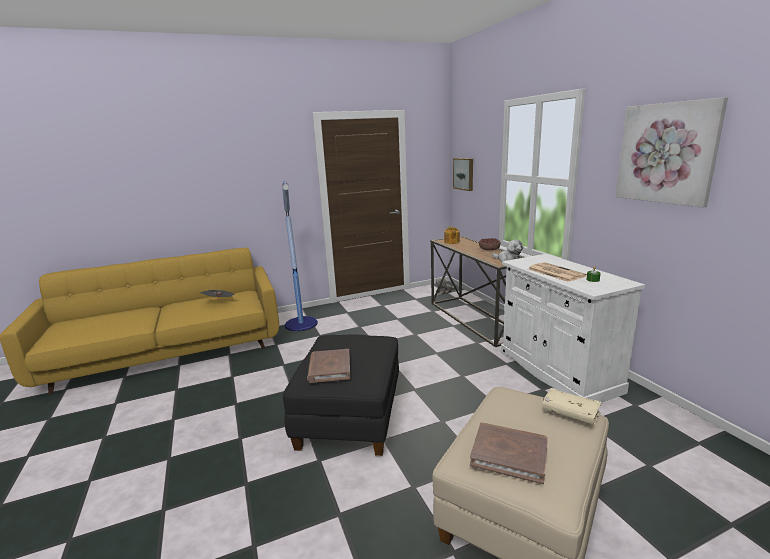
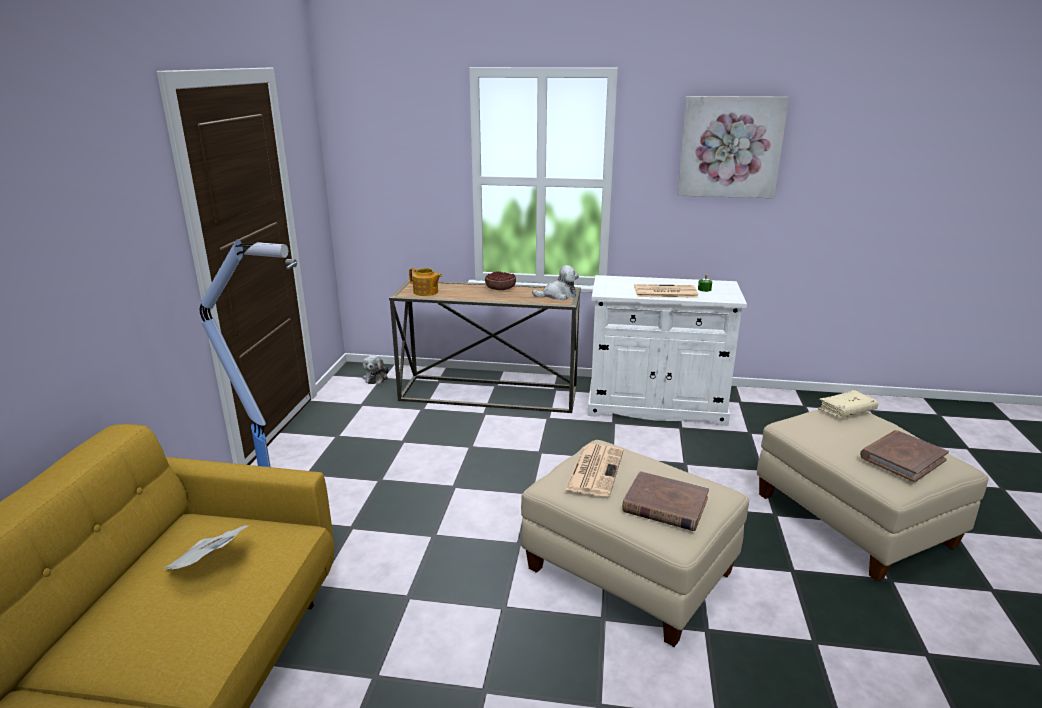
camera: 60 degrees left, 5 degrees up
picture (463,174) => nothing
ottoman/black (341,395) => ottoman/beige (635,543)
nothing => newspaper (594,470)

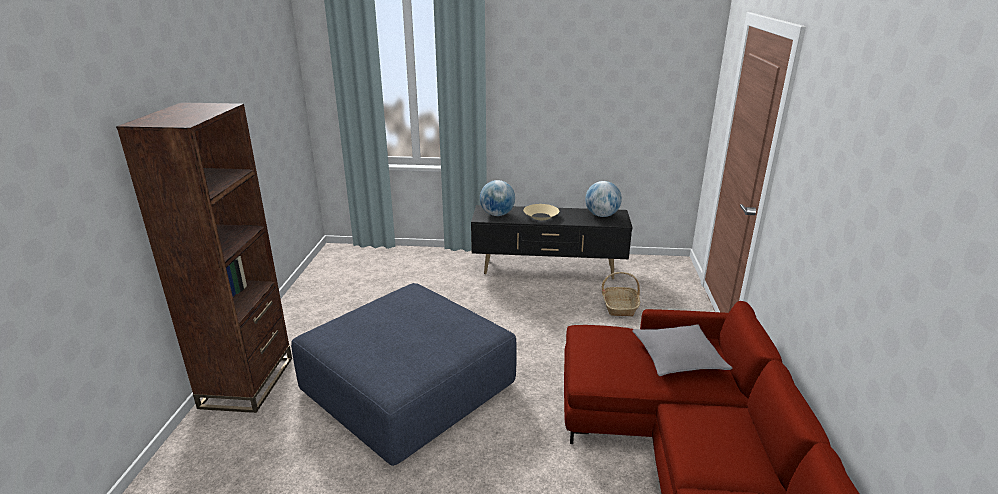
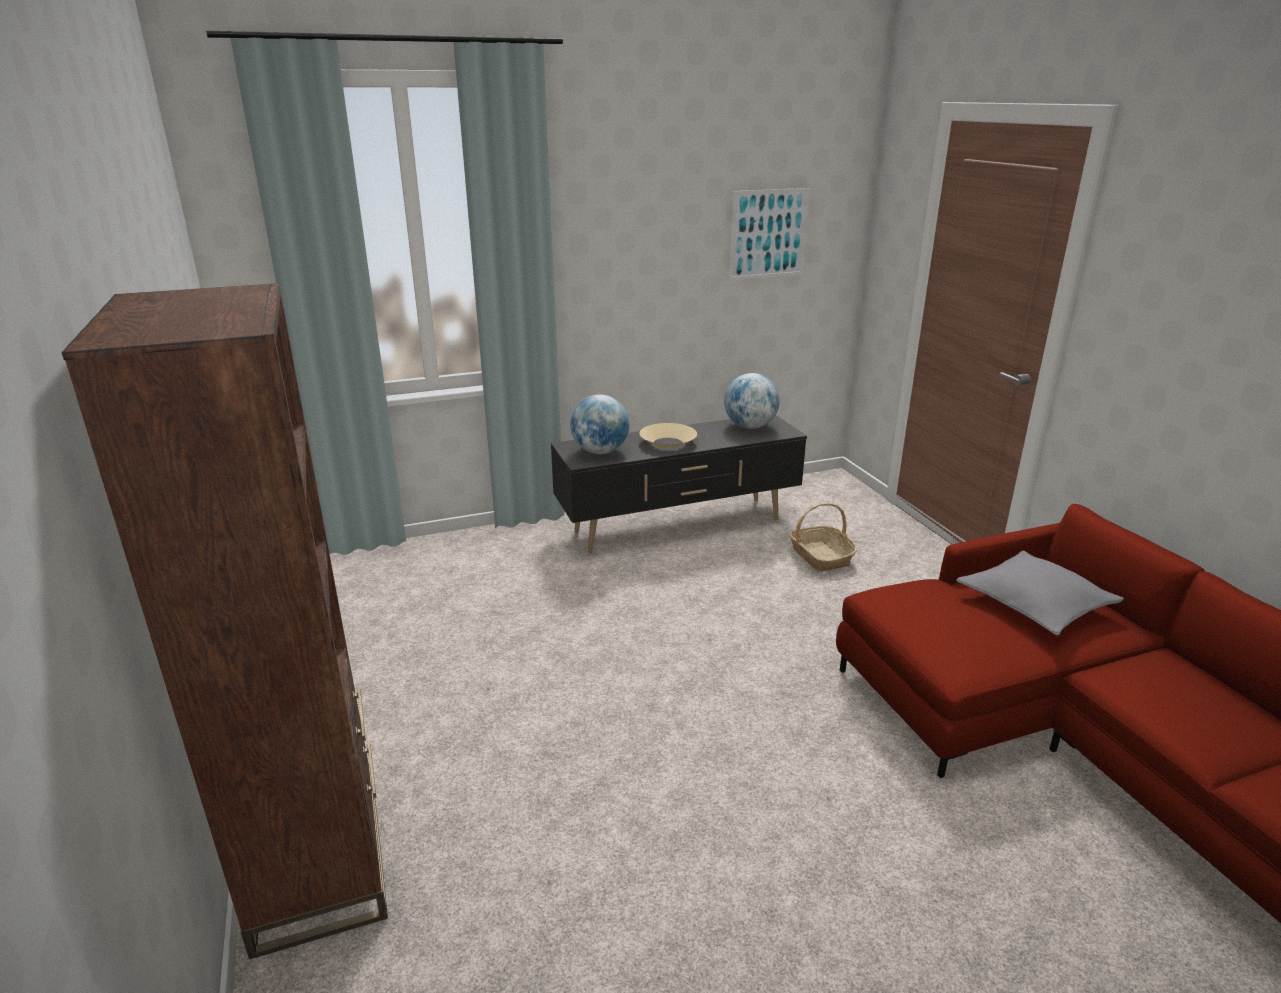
camera: 25 degrees left, 0 degrees up
ottoman/blue (404,374) => nothing
nothing => picture (769,234)

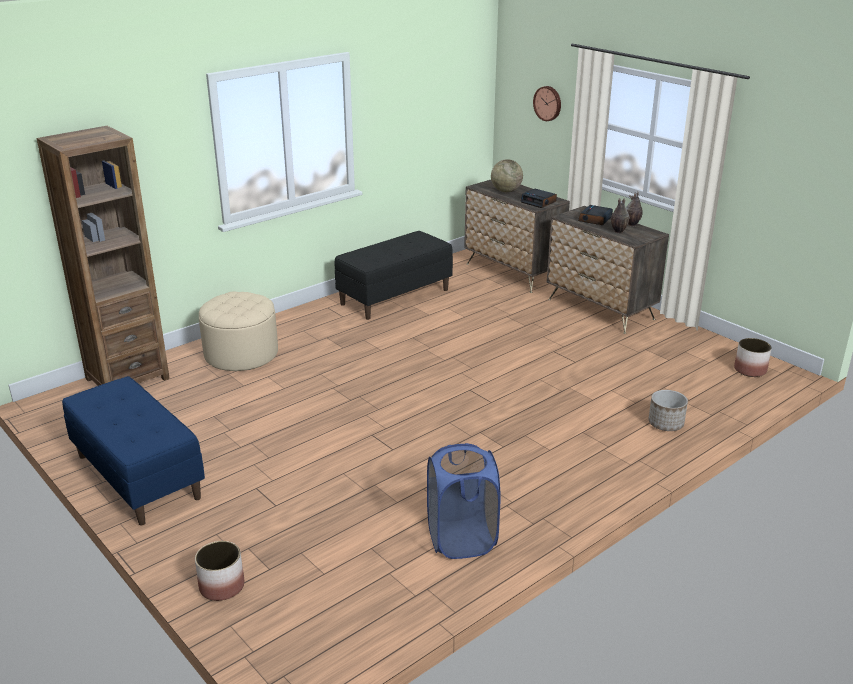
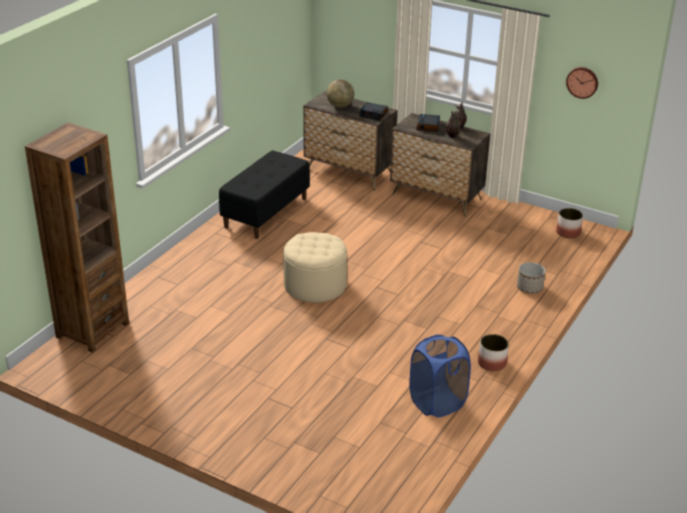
camera: 20 degrees left, 5 degrees up
wall clock (547,103) => wall clock (582,83), moved
ottoman/beige (238,331) => ottoman/beige (315,267), moved
bench/blue (133,450) => nothing
planter (219,571) => planter (493,352), moved

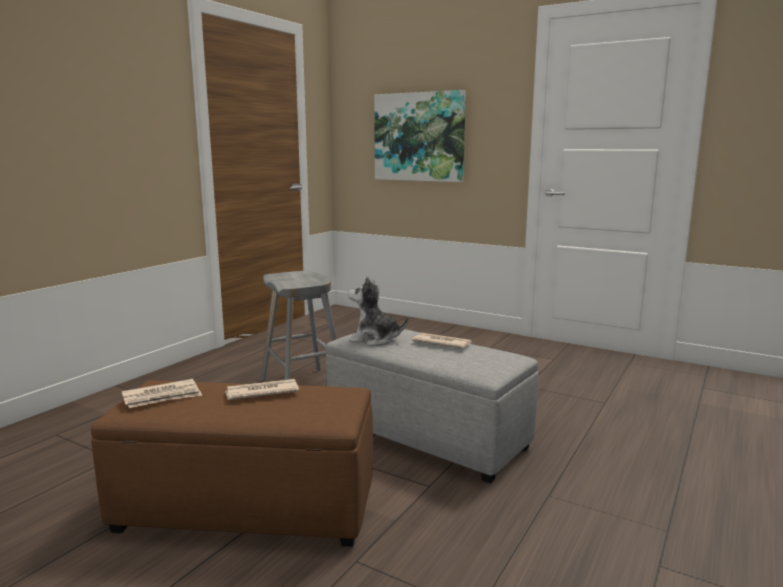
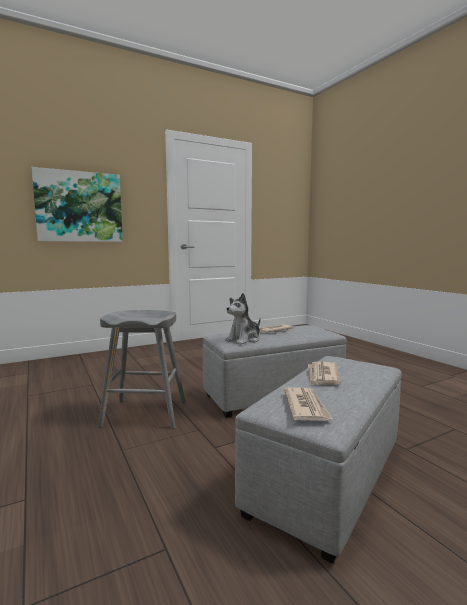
camera: 60 degrees left, 5 degrees down
ottoman/brown (232,463) => ottoman/grey (318,460)

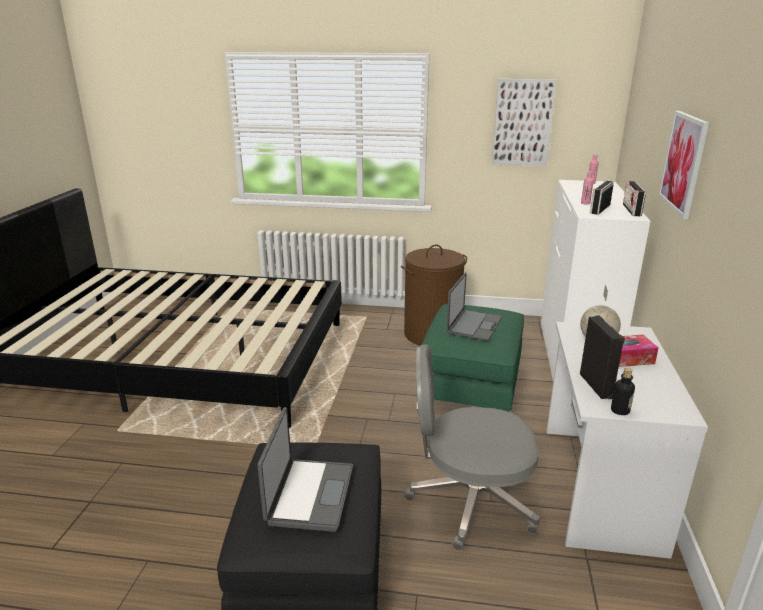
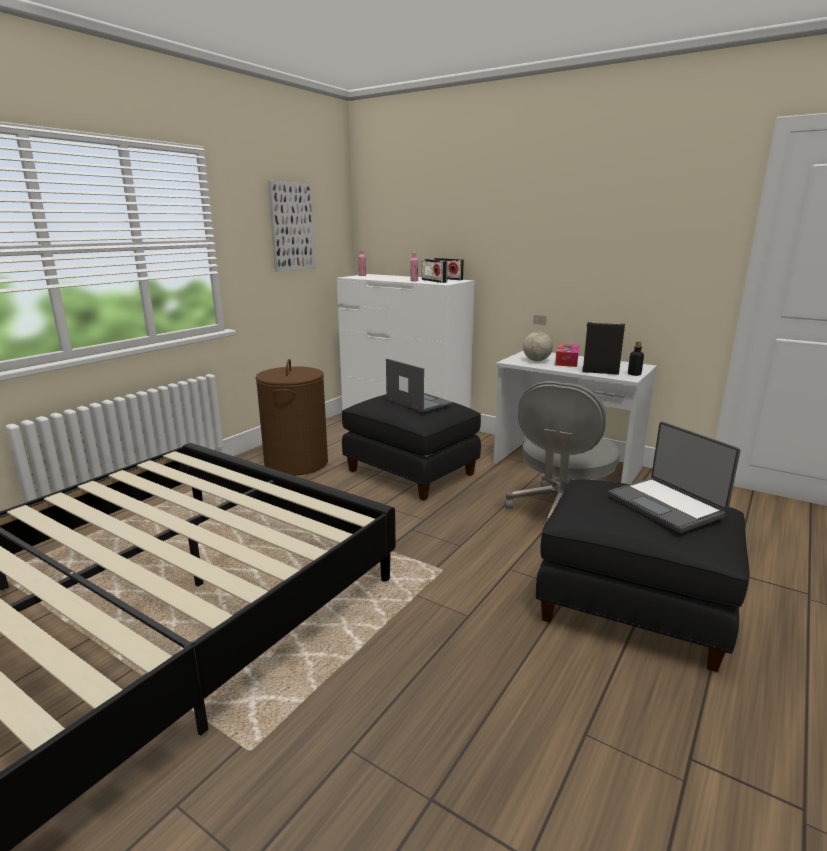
camera: 65 degrees left, 5 degrees down
picture (683,165) => nothing
ottoman/green (470,358) => ottoman/black (411,447)
laptop (305,469) => laptop (674,477), 150 degrees counterclockwise

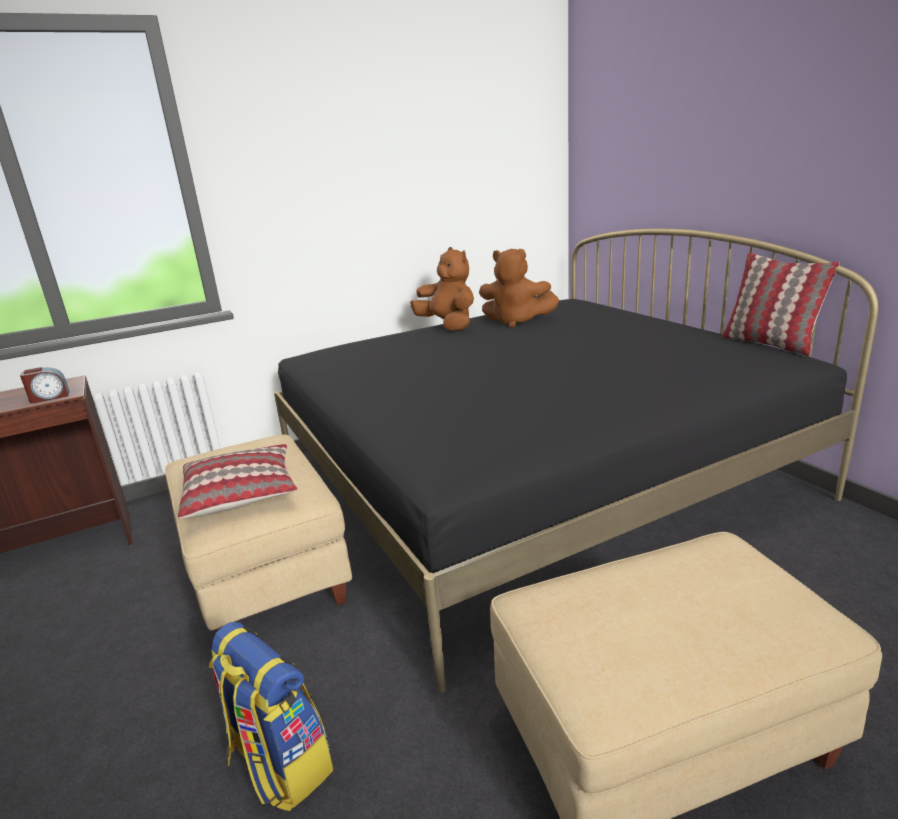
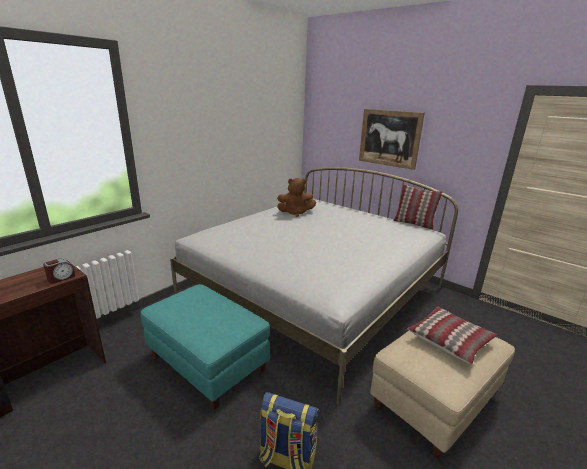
camera: 25 degrees left, 0 degrees up
bed/black (576,461) => bed/white (314,286)
plush toy/brown (442,289) => nothing
ottoman/beige (258,532) => ottoman/turquoise (205,347)
pillow (238,481) => pillow (452,335), moved
nothing => picture (392,139)

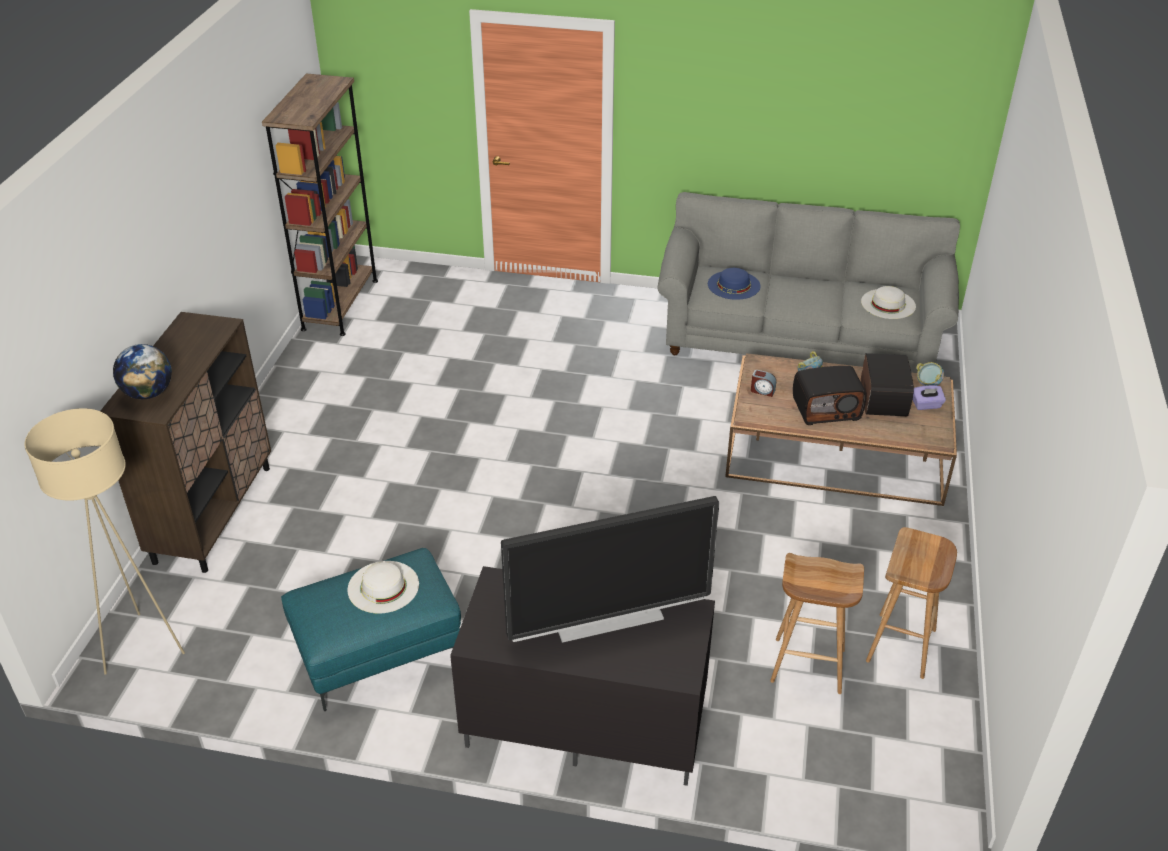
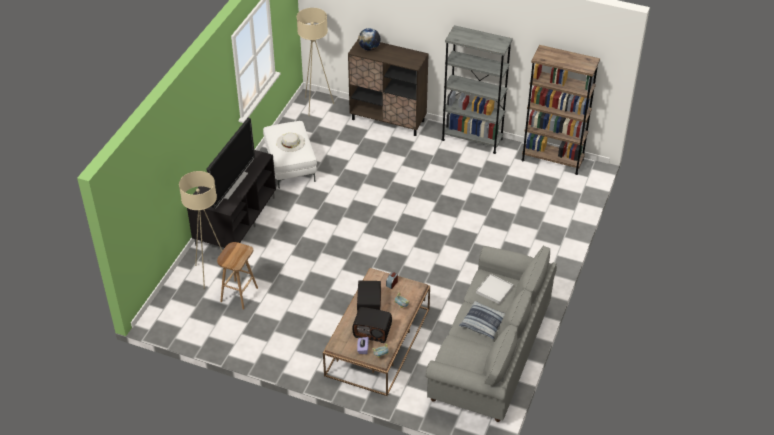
camera: 100 degrees right, 5 degrees up
hat/blue (734,284) => tray/white (494,289)
hat/white (888,302) => nothing
television (610,569) => television (230,163), 150 degrees counterclockwise
stool/brown (911,603) => nothing
ottoman/turquoise (371,629) => ottoman/white (290,155)
nothing => bookcase/grey (477,89)
nothing => floor lamp/beige (201,230)
nothing => pillow (482,320)

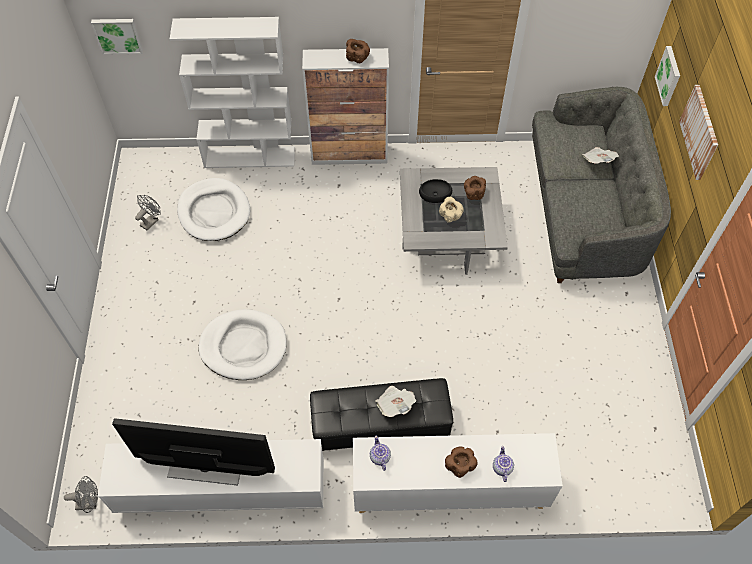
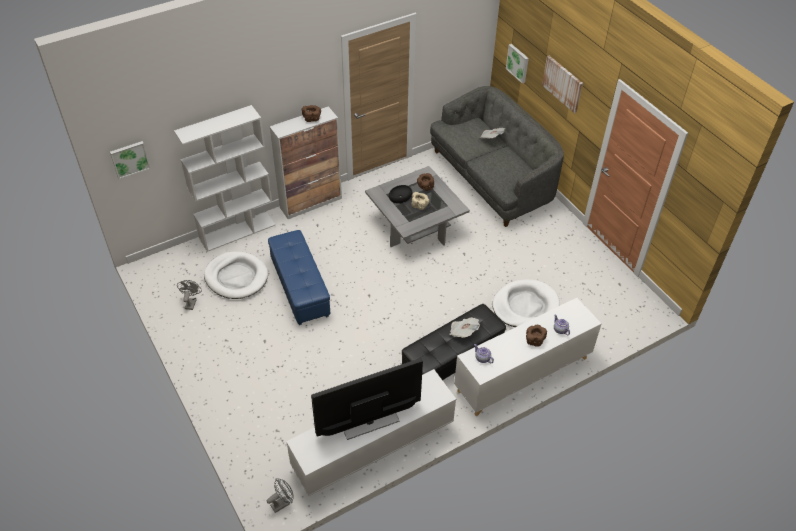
camera: 30 degrees left, 10 degrees down
dog bed/white (243,344) => dog bed/white (526,303), moved
nothing => ottoman/blue (299,277)

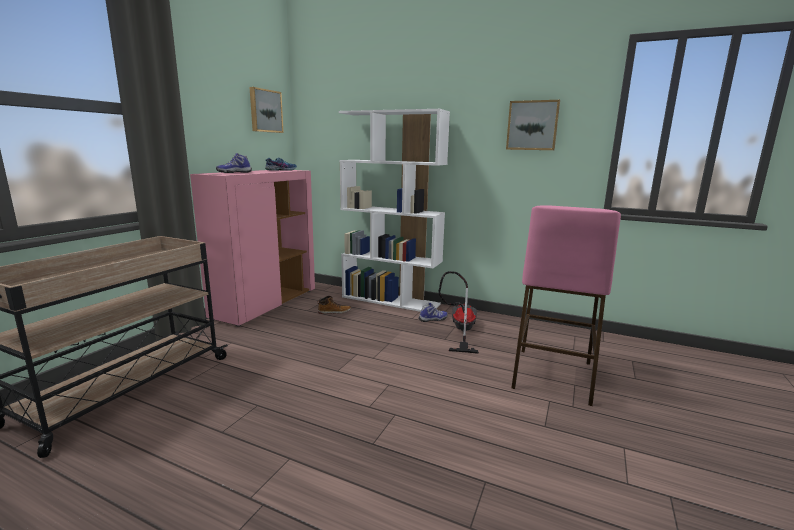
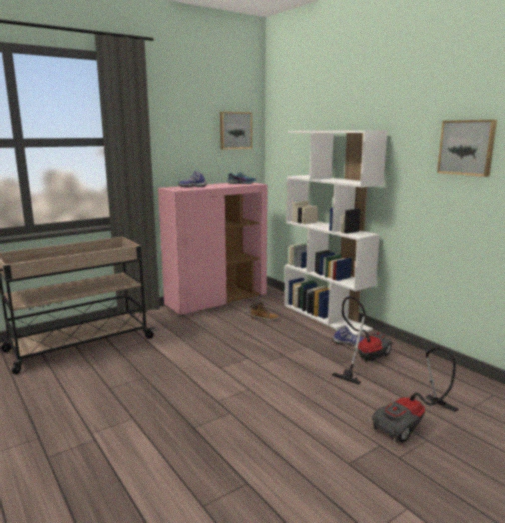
camera: 30 degrees right, 0 degrees up
stool/pink (566,305) => vacuum cleaner (415,394)

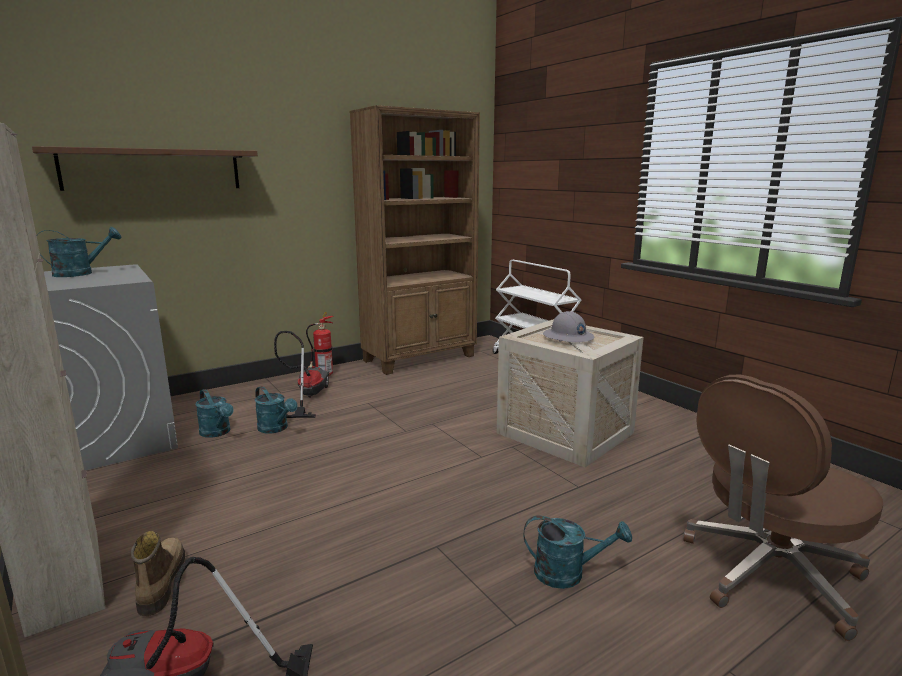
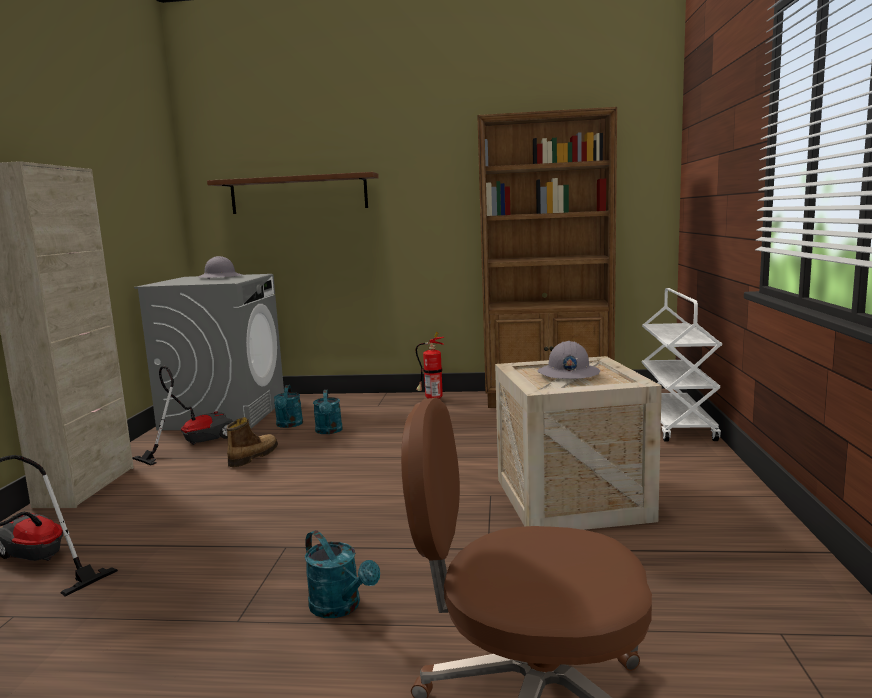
camera: 40 degrees right, 5 degrees down
watering can/turquoise (78,252) => hard hat/grey (220,267)
vacuum cleaner (301,374) => vacuum cleaner (182,415), moved
boot (158,573) => boot (252,442), moved

